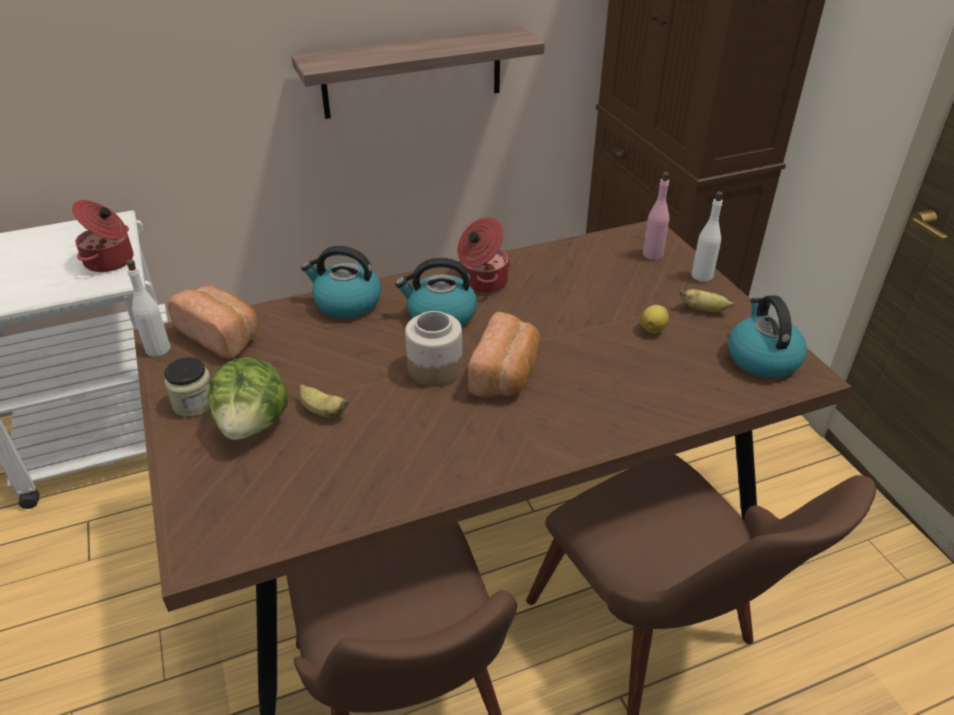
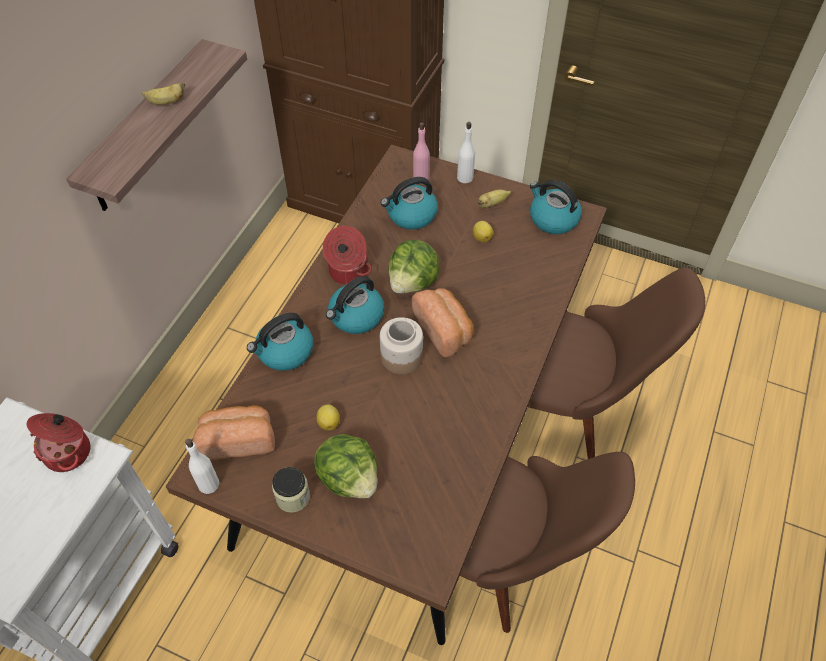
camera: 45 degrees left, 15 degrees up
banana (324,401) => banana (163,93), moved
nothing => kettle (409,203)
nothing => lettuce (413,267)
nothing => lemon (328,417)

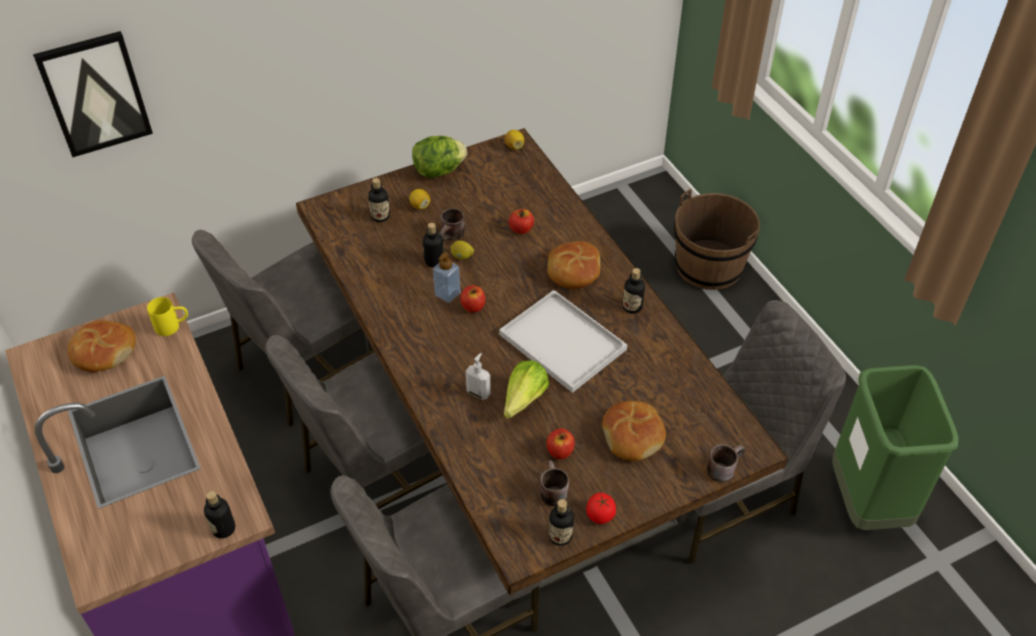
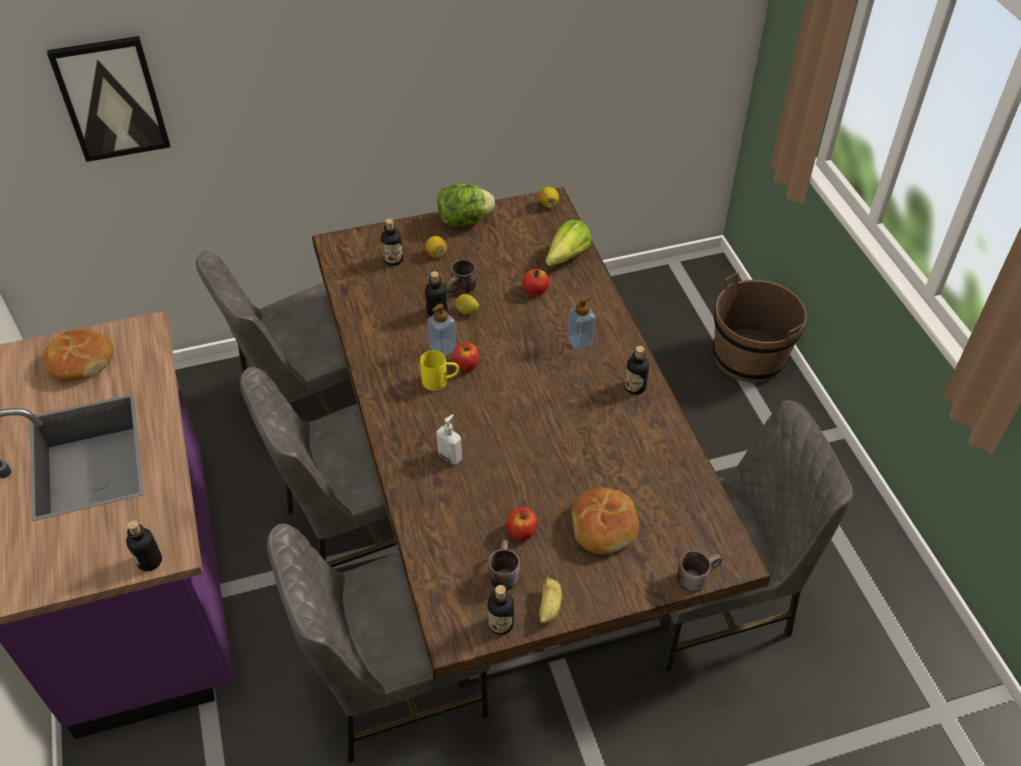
camera: 10 degrees right, 0 degrees up
bread (573,265) => soap dispenser (581,323)
tray/white (563,341) => nothing
mug/yellow (167,316) => mug/yellow (439,370), moved
lettuce (526,389) => lettuce (568,243), moved
trash can/green (895,447) => nothing
tomato (601,508) => banana (550,598)

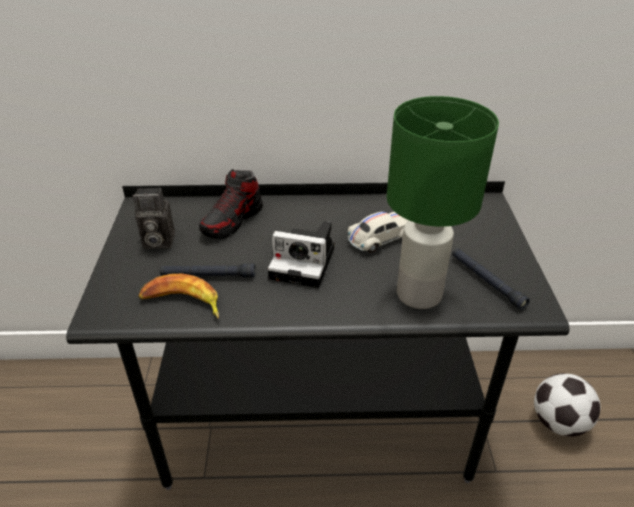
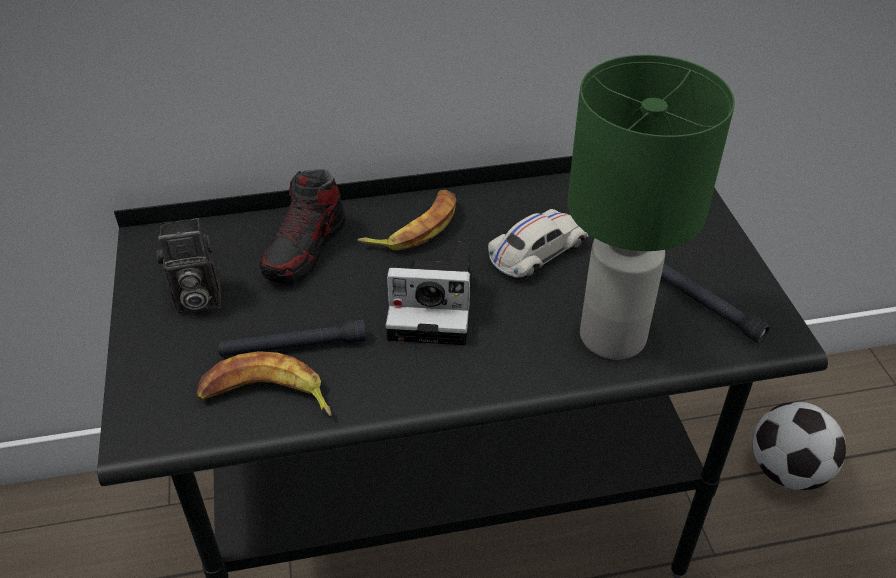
camera: 10 degrees left, 5 degrees up
nothing => banana (406,220)

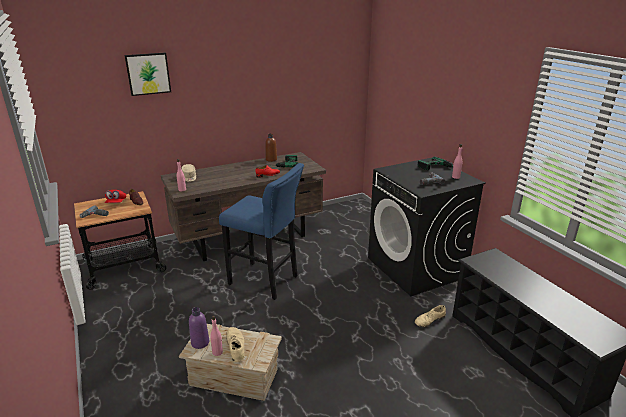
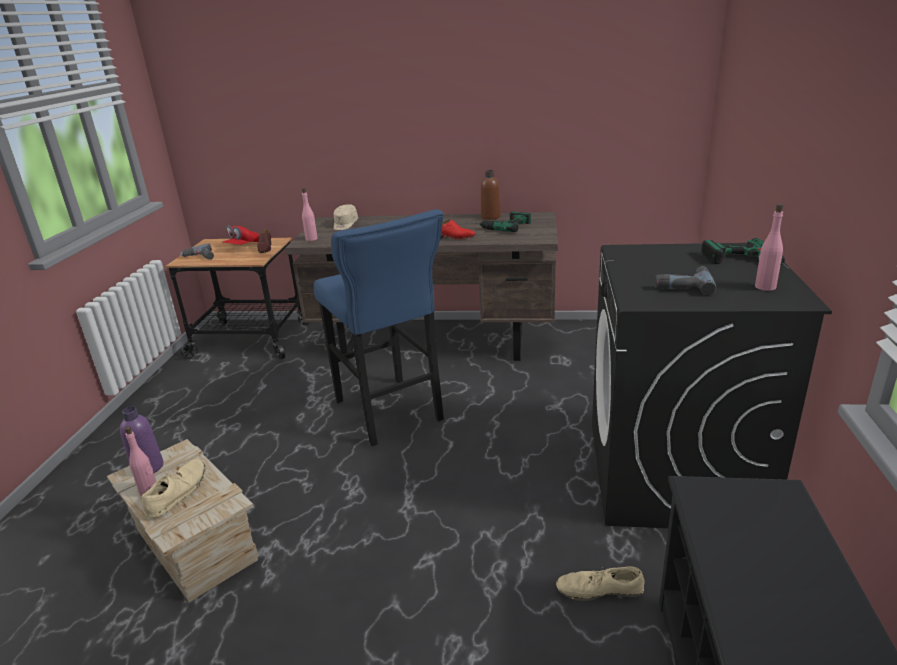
camera: 35 degrees right, 0 degrees up
picture (148,74) => nothing

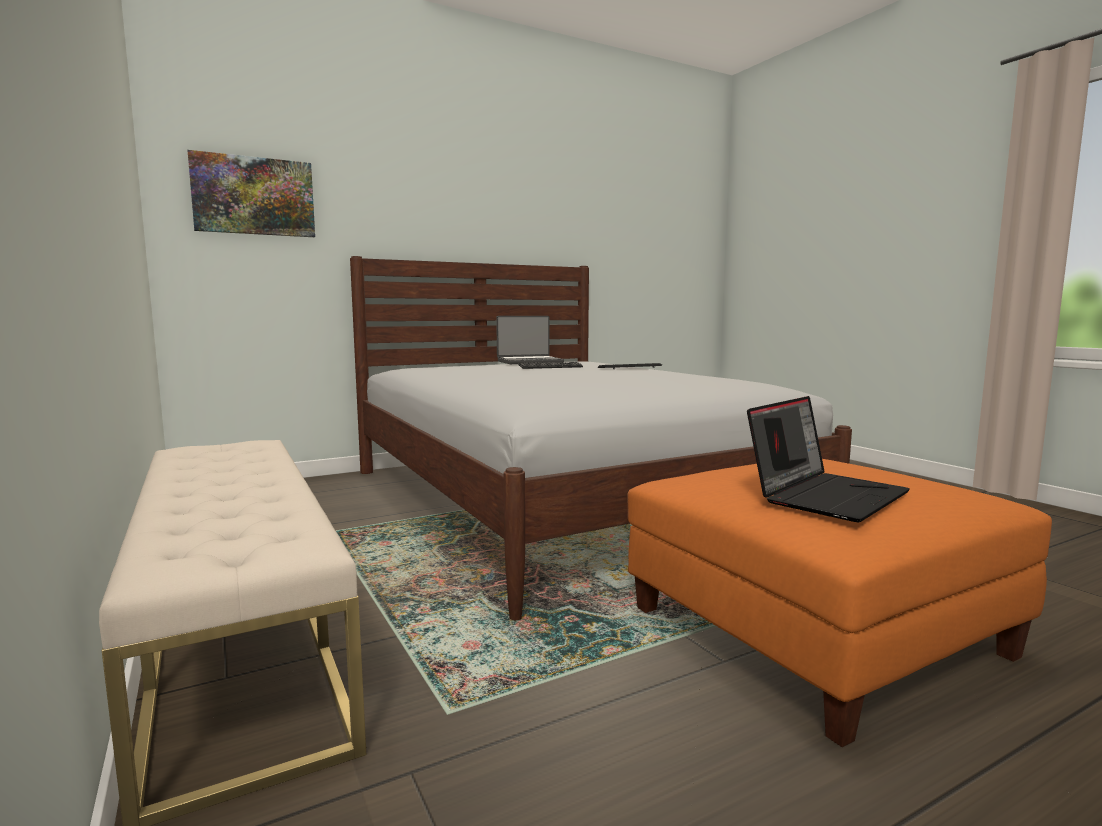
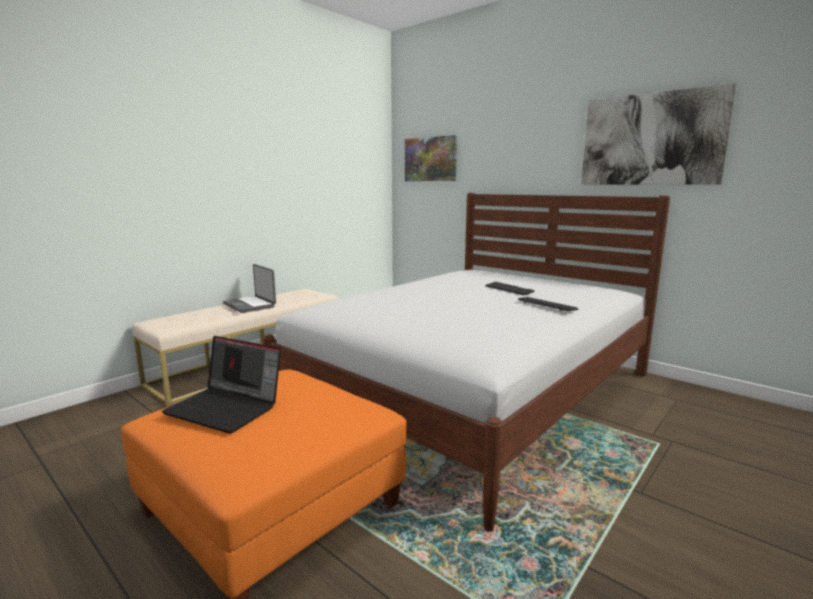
camera: 70 degrees right, 5 degrees up
laptop (530,340) => laptop (249,288), moved
nothing => picture (659,134)

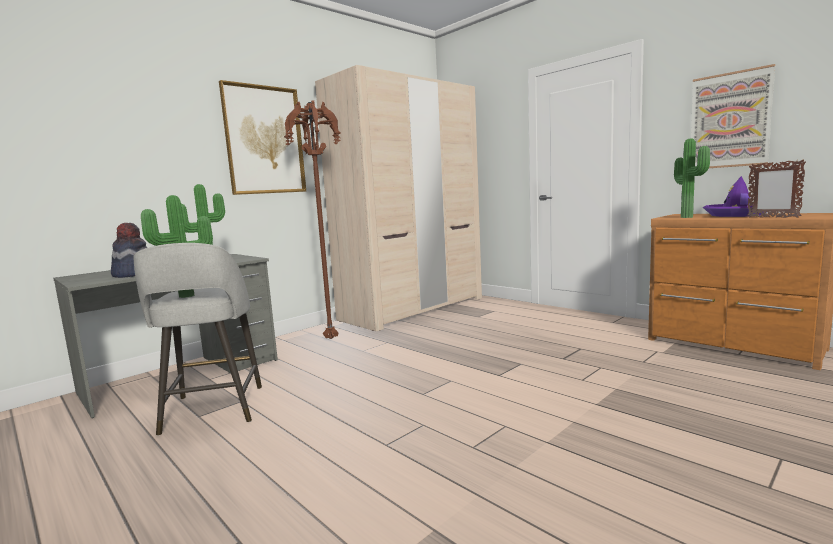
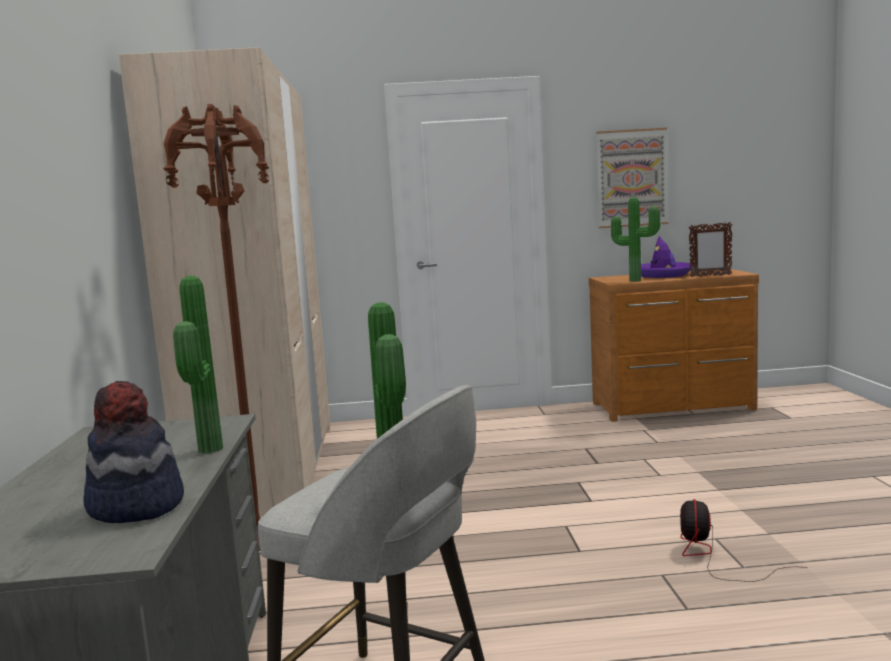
camera: 50 degrees left, 0 degrees up
picture (262,137) => nothing
nothing => fan (744,540)

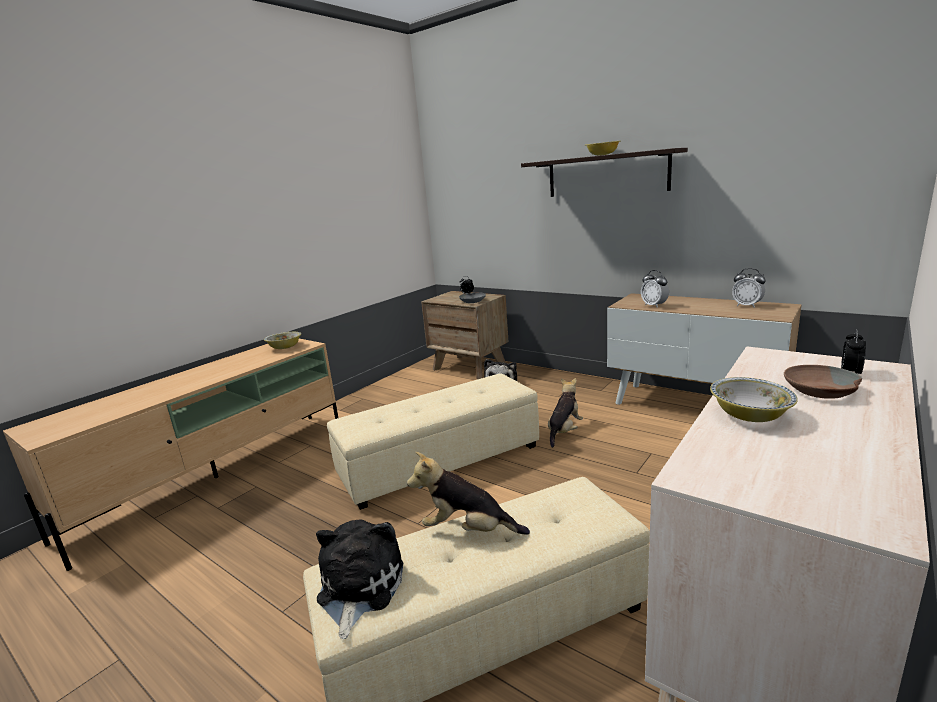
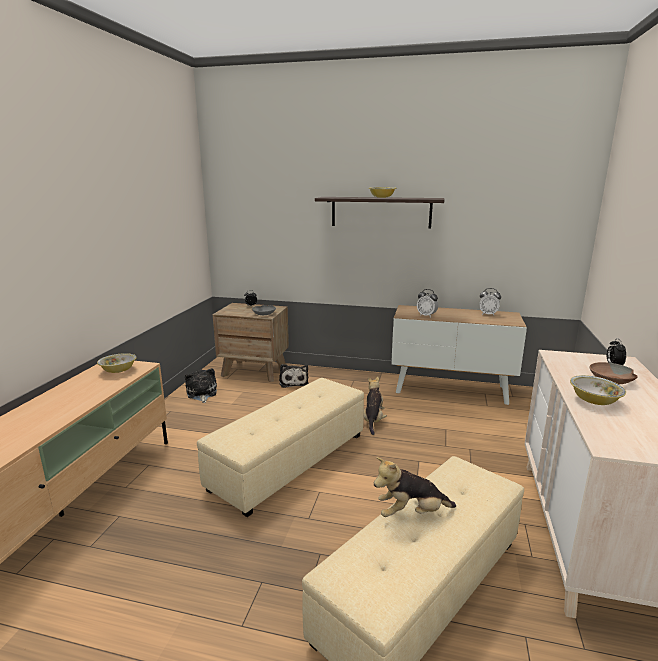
camera: 25 degrees left, 0 degrees up
plush toy (359,579) => plush toy (201,385), moved

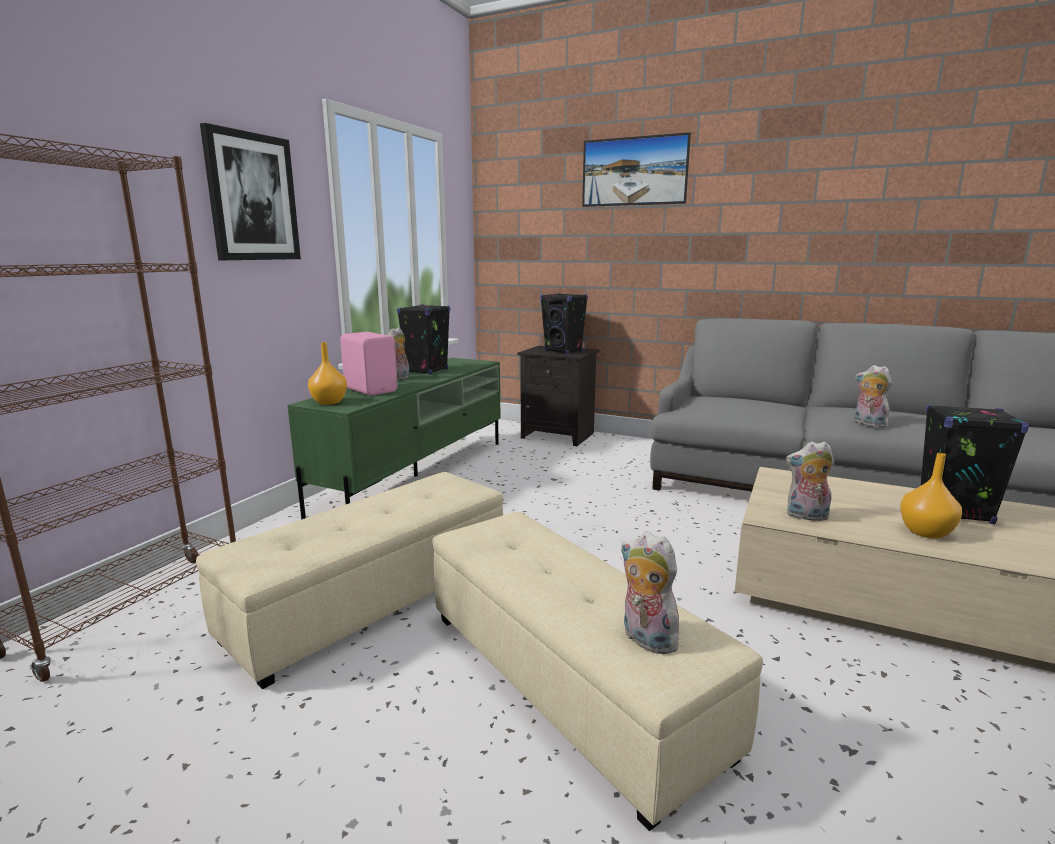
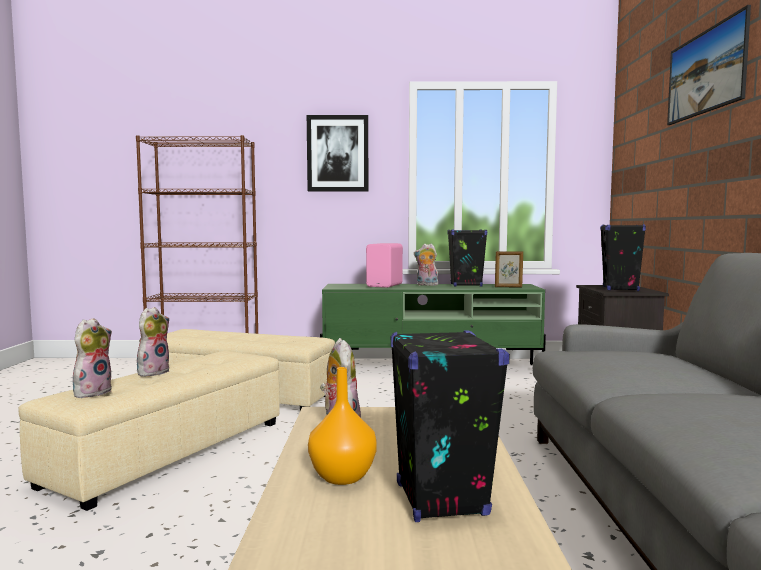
camera: 65 degrees right, 10 degrees down
vase/orange (327,373) => nothing
plush toy (873,396) => plush toy (153,342), moved
nothing => picture frame (509,269)

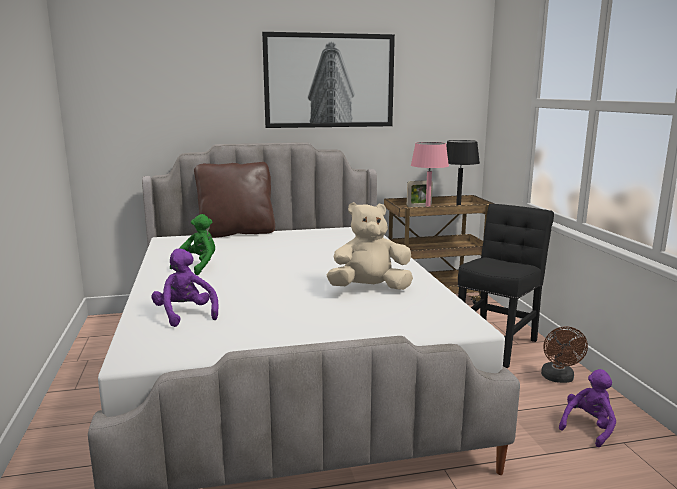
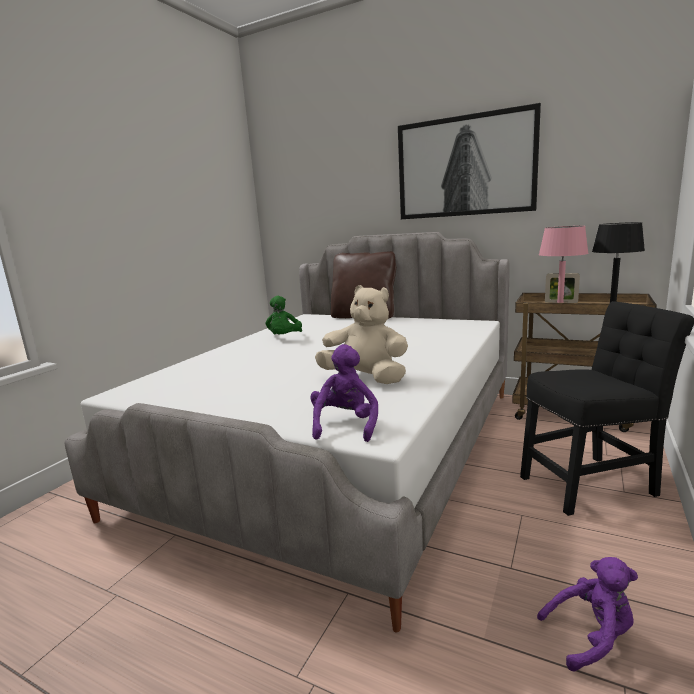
camera: 40 degrees right, 0 degrees up
plush toy/green (192,244) => plush toy/green (284,315), 120 degrees clockwise
plush toy/purple (185,287) => plush toy/purple (344,393), moved
fan/brown (564,354) => nothing

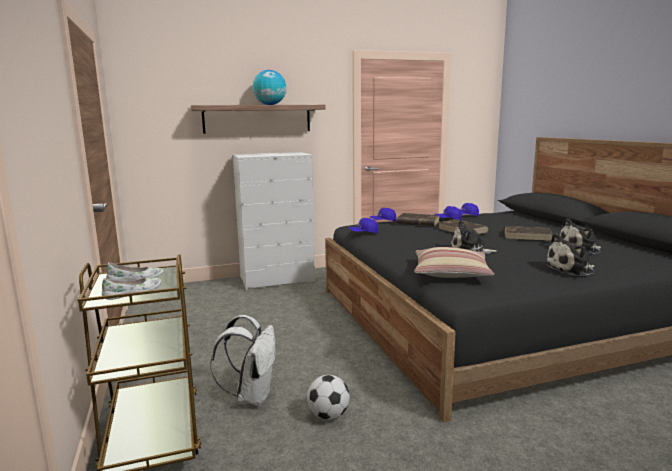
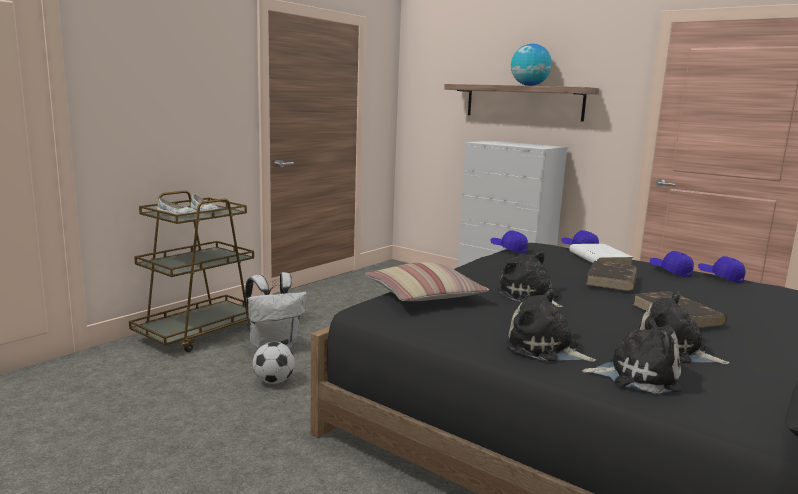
camera: 55 degrees right, 0 degrees up
book/brown (418,219) => book/white (600,254)
nothing => plush toy (631,356)

